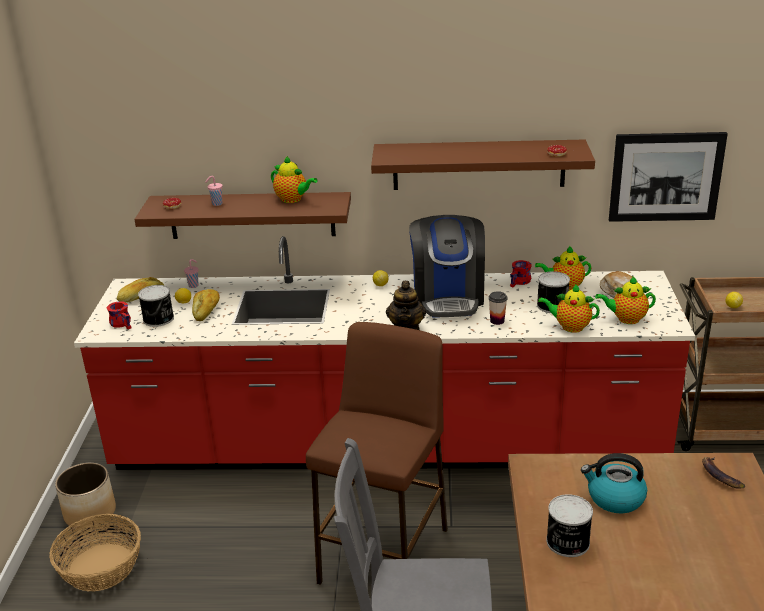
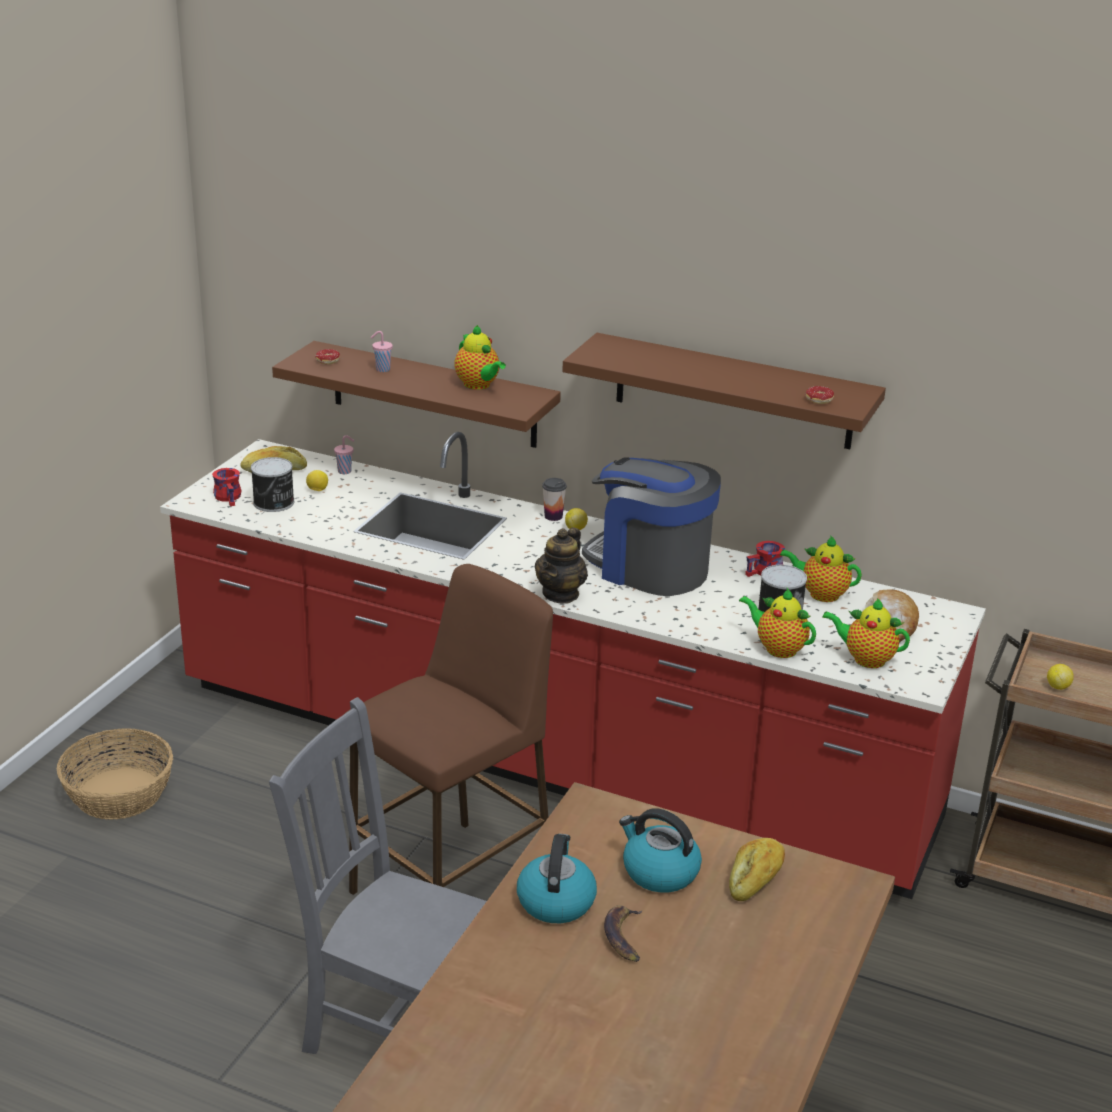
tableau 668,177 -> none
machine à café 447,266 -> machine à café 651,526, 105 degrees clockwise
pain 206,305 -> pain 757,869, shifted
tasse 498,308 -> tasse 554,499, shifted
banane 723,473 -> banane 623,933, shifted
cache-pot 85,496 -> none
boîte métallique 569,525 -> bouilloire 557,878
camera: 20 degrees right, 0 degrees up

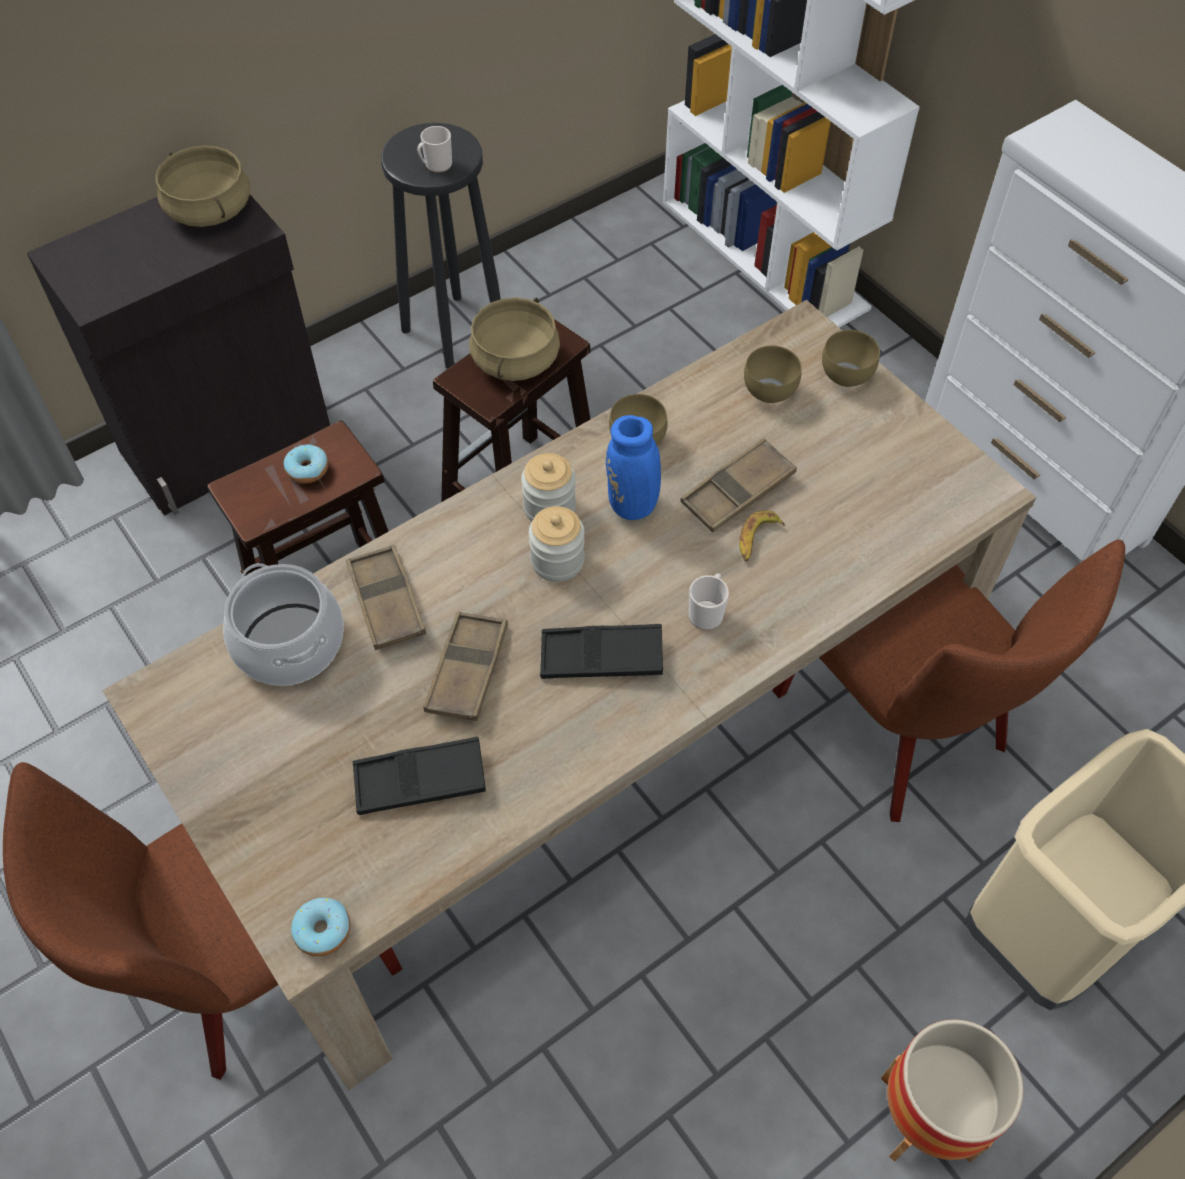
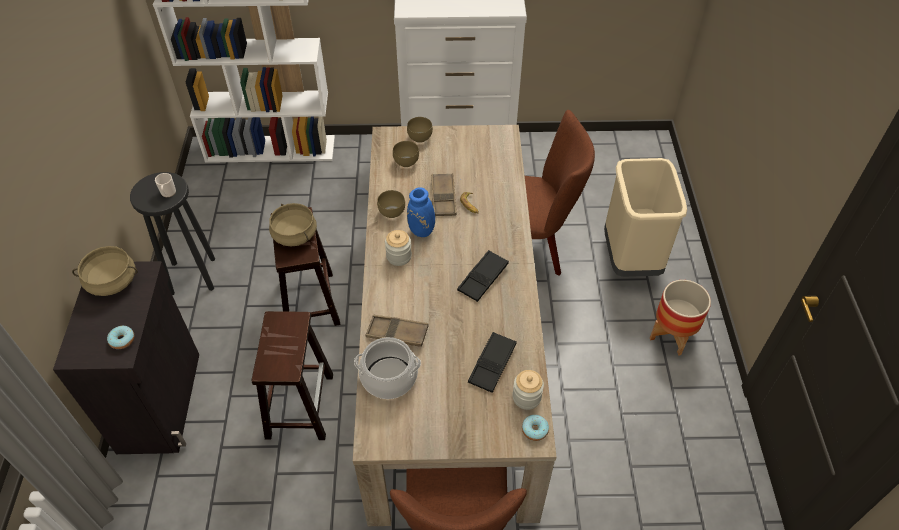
beignet 306,463 -> beignet 120,337, shifted
bocal 557,544 -> bocal 528,390, shifted
mug 709,601 -> none
plateau/marron 465,666 -> none
camera: 55 degrees left, 5 degrees down

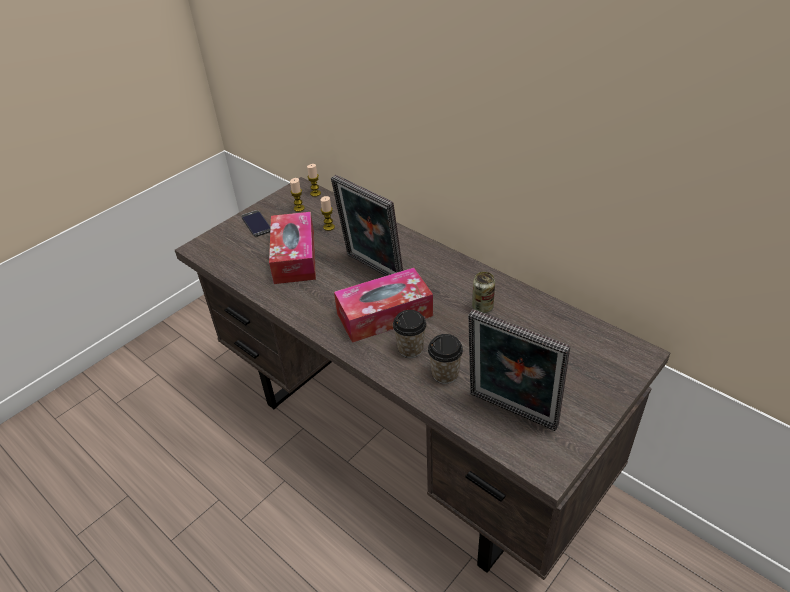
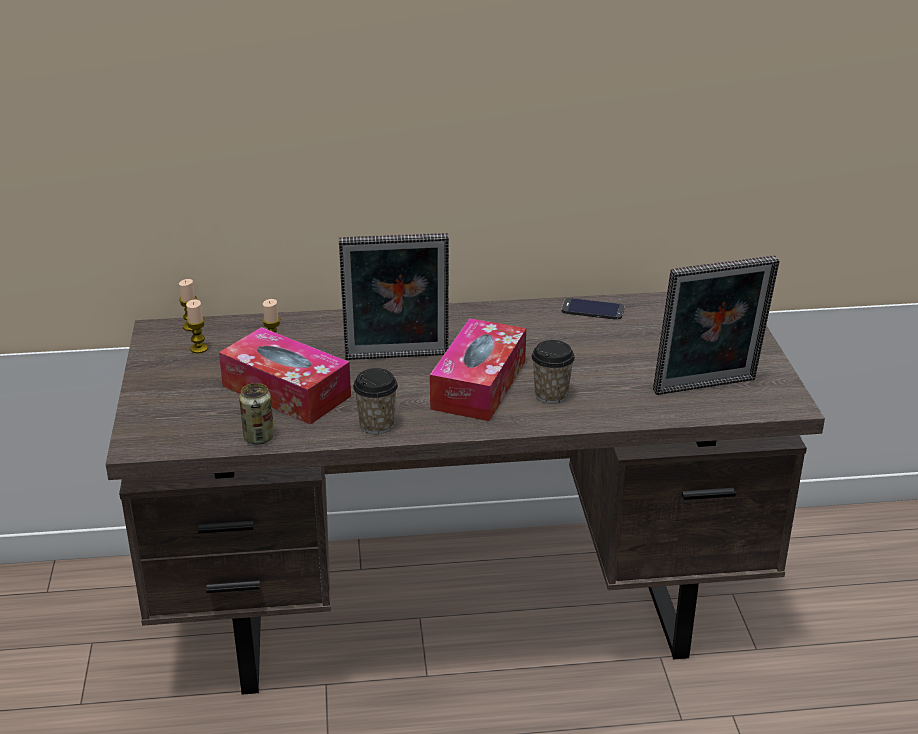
téléphone 256,223 -> téléphone 592,309, shifted
boîte métallique 483,292 -> boîte métallique 256,414, shifted
tasse 445,359 -> tasse 375,401, shifted
camera: 50 degrees left, 10 degrees down

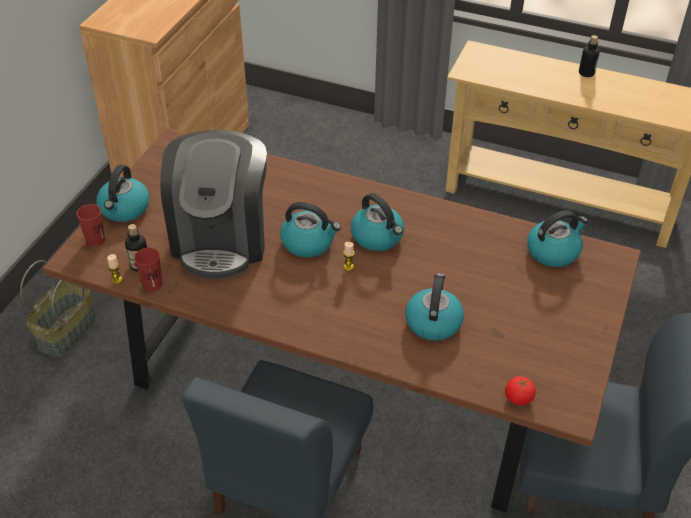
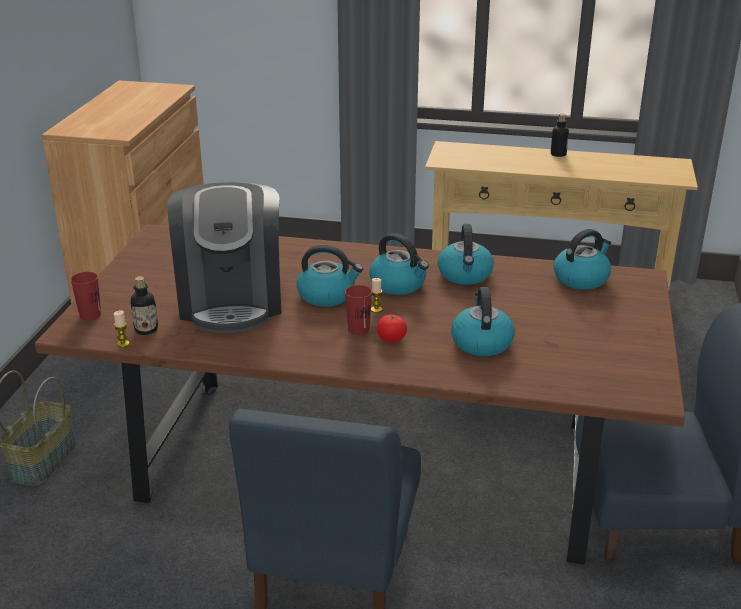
bouilloire 123,193 -> bouilloire 466,254, shifted
tasse/rouge 148,270 -> tasse/rouge 358,310, shifted
tomate 520,390 -> tomate 392,328, shifted
camera: 10 degrees left, 15 degrees down

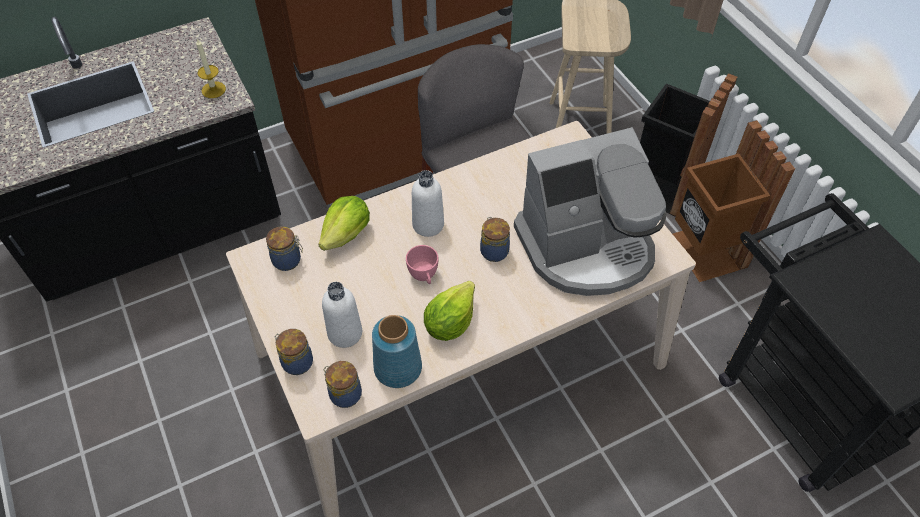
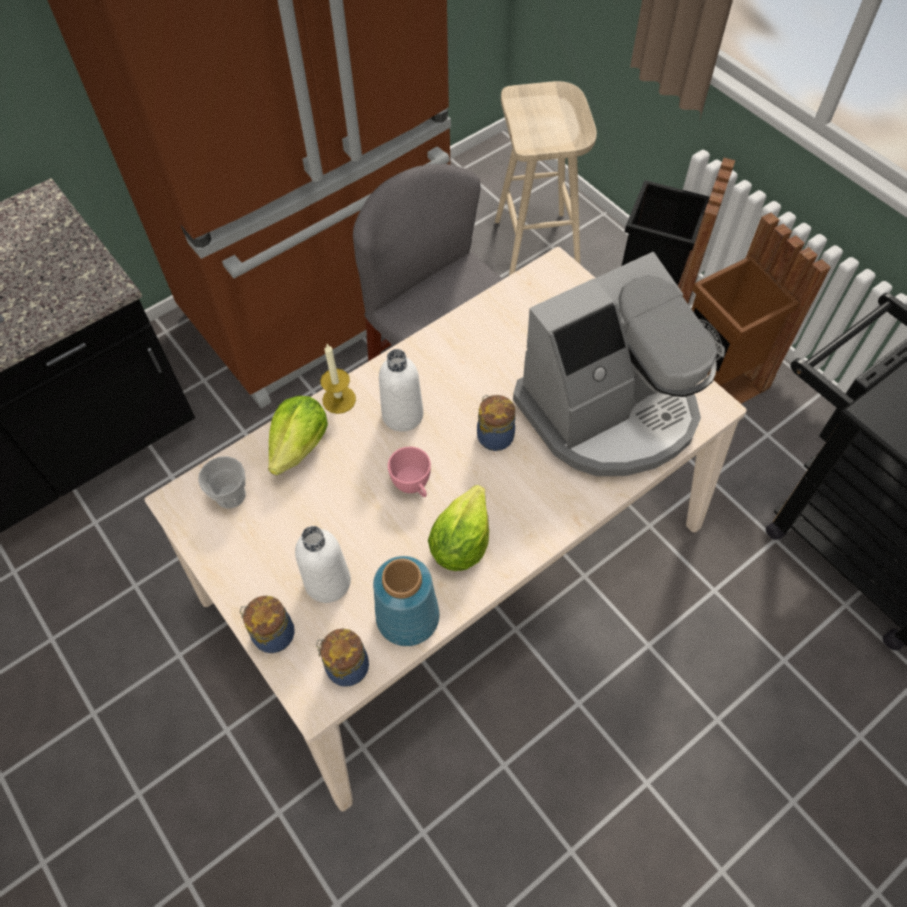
bougie 211,68 -> bougie 338,379, shifted
bocal 284,248 -> tasse 222,482
camera: 10 degrees left, 5 degrees up

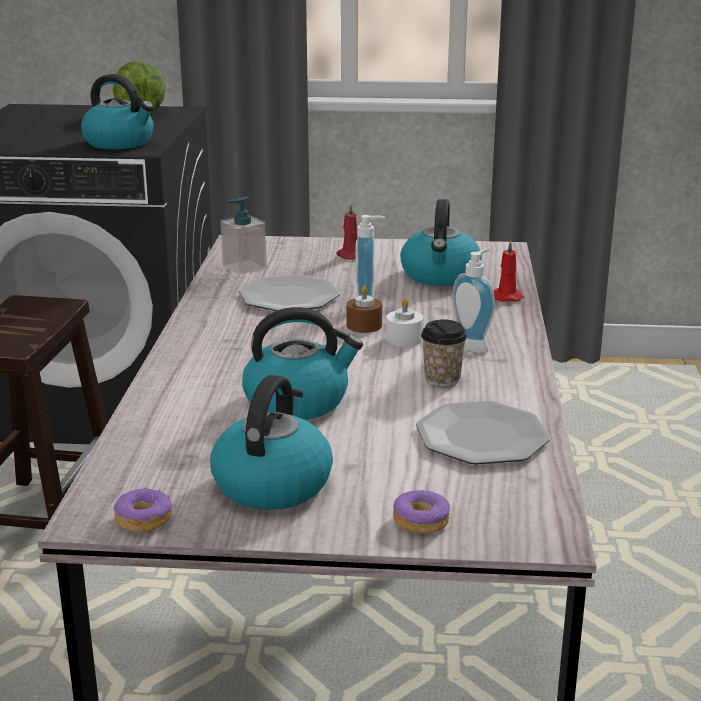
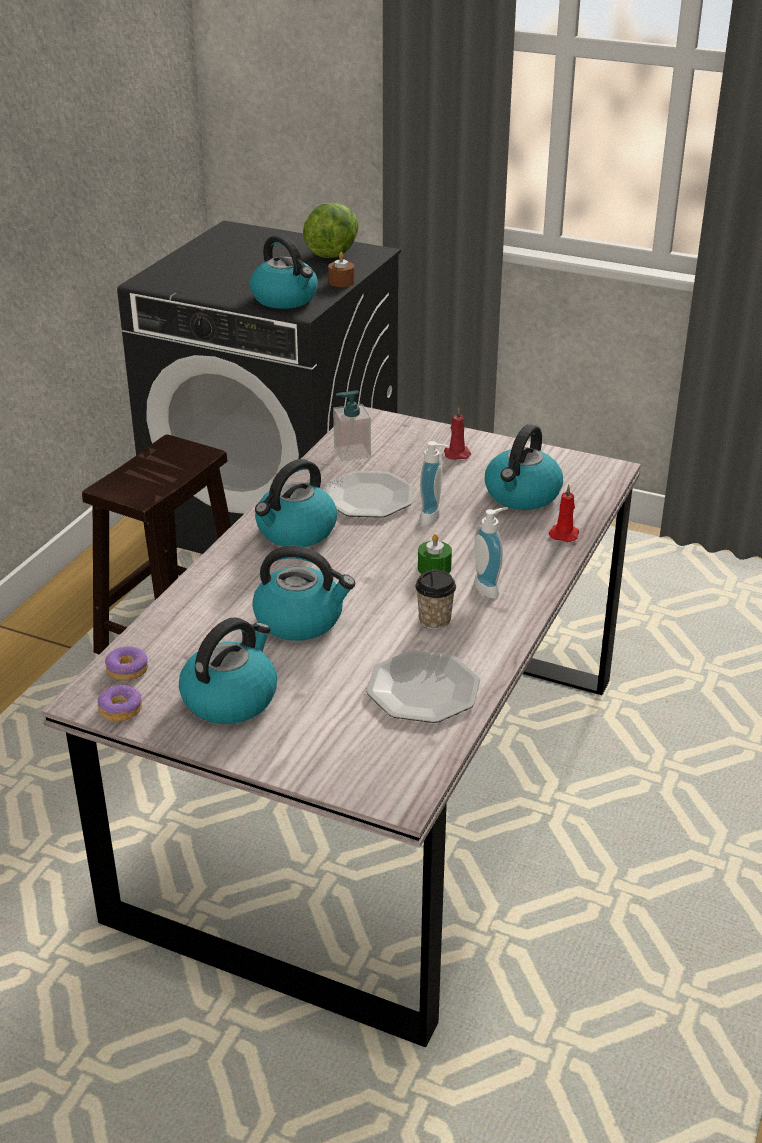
bougie/marron 364,309 -> bougie/marron 341,269, shifted
bougie/blanc 404,322 -> bougie/vert 435,554
beignet 421,511 -> beignet 126,663, shifted
none -> bouilloire 296,503
camera: 20 degrees right, 10 degrees up

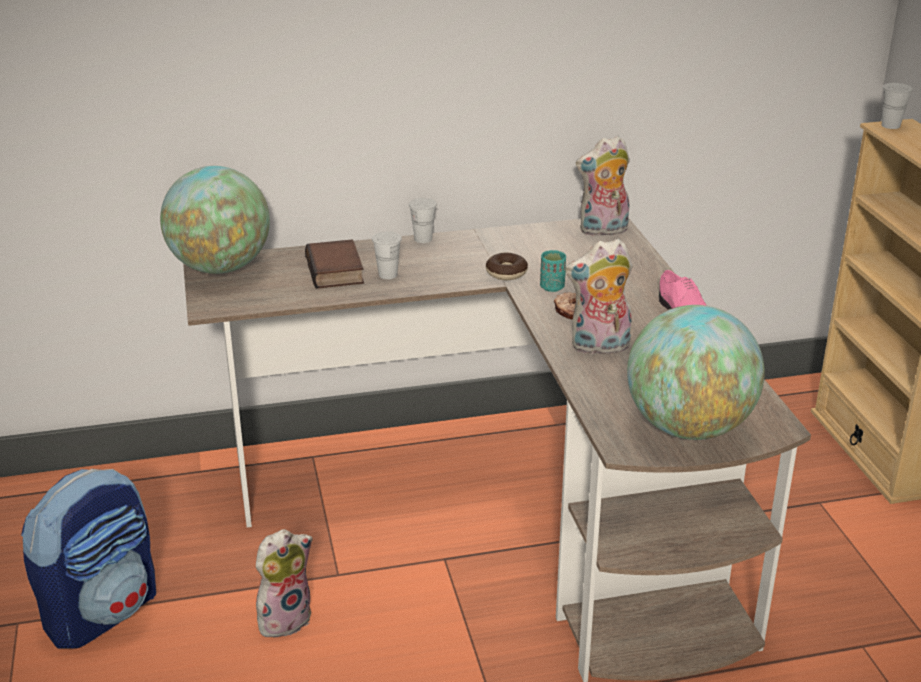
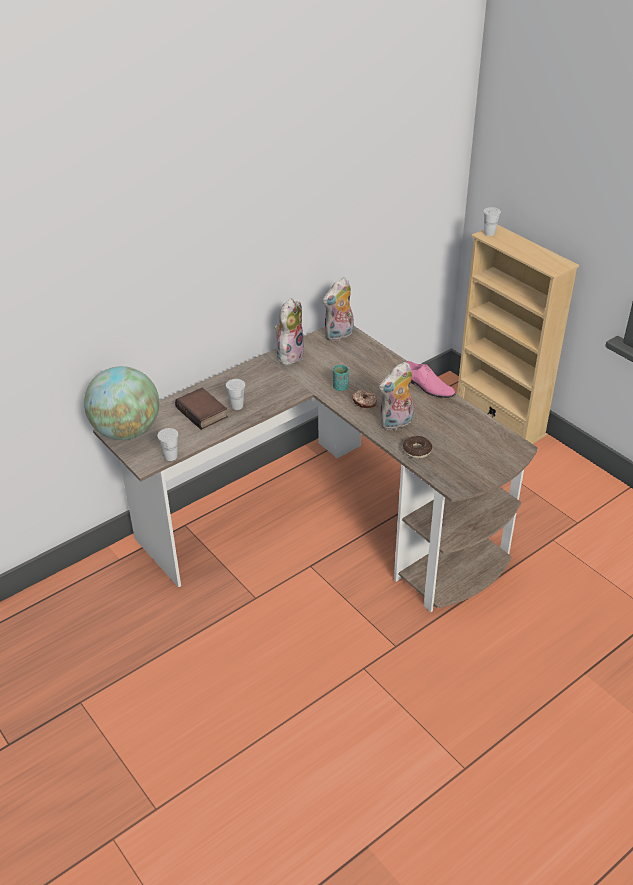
tasse/blanc 423,220 -> tasse/blanc 167,444, shifted
beignet 507,266 -> beignet 417,447, shifted
globe 696,372 -> none
sac à dos 88,559 -> none
peluche 284,583 -> peluche 290,332, shifted
camera: 25 degrees left, 10 degrees up

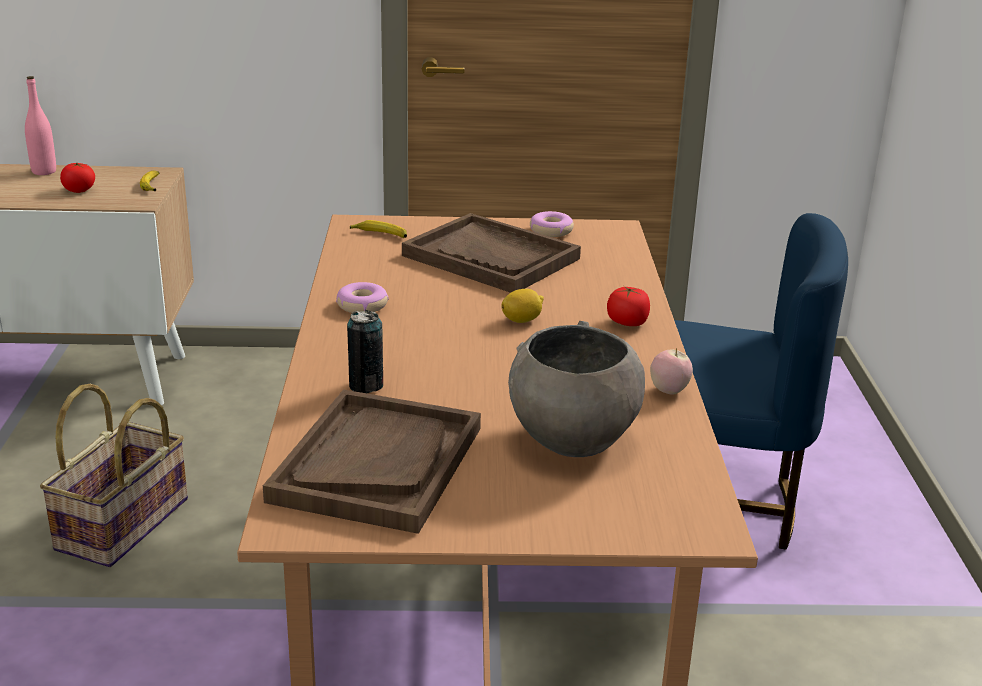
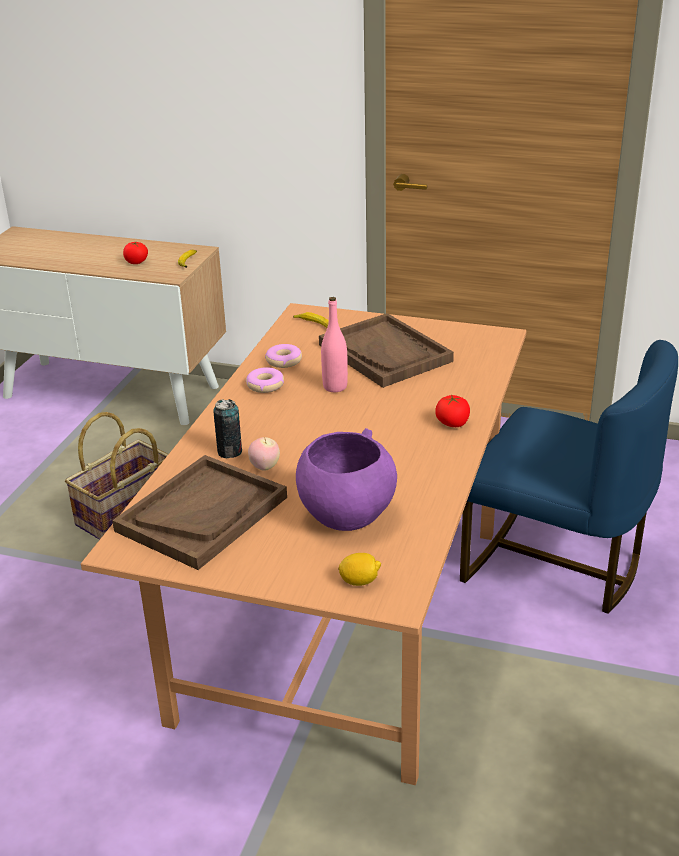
bouteille/rose 40,125 -> bouteille/rose 334,344, shifted
beignet 552,224 -> beignet 283,356, shifted
citron 522,306 -> citron 359,569, shifted
bol/gris 576,389 -> bol/violet 346,479
pomme 671,371 -> pomme 264,454, shifted
camera: 20 degrees right, 5 degrees up

